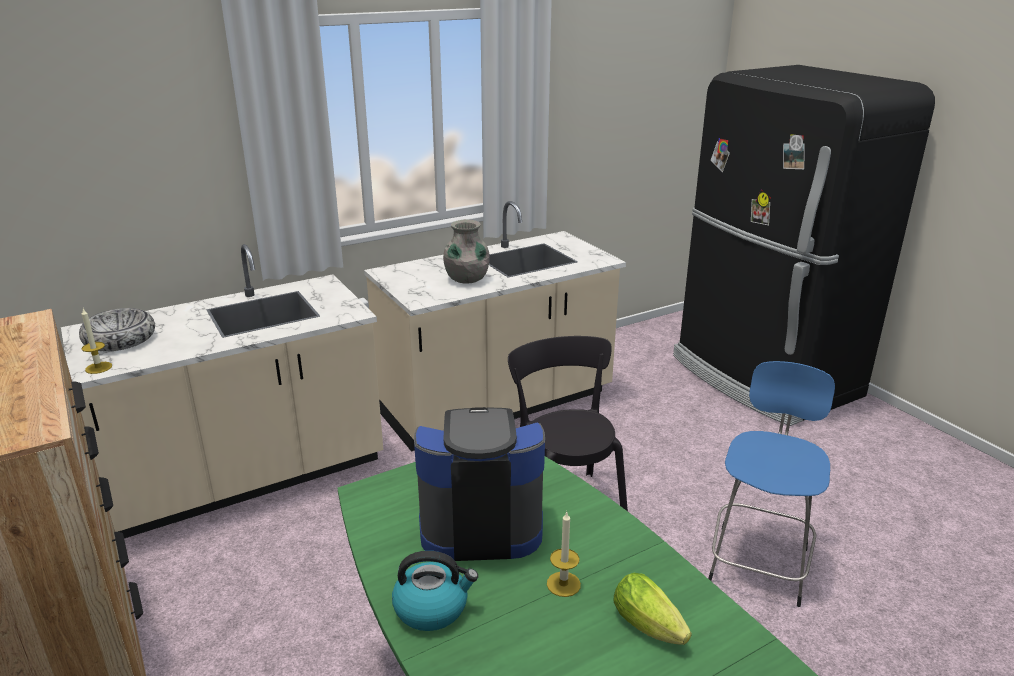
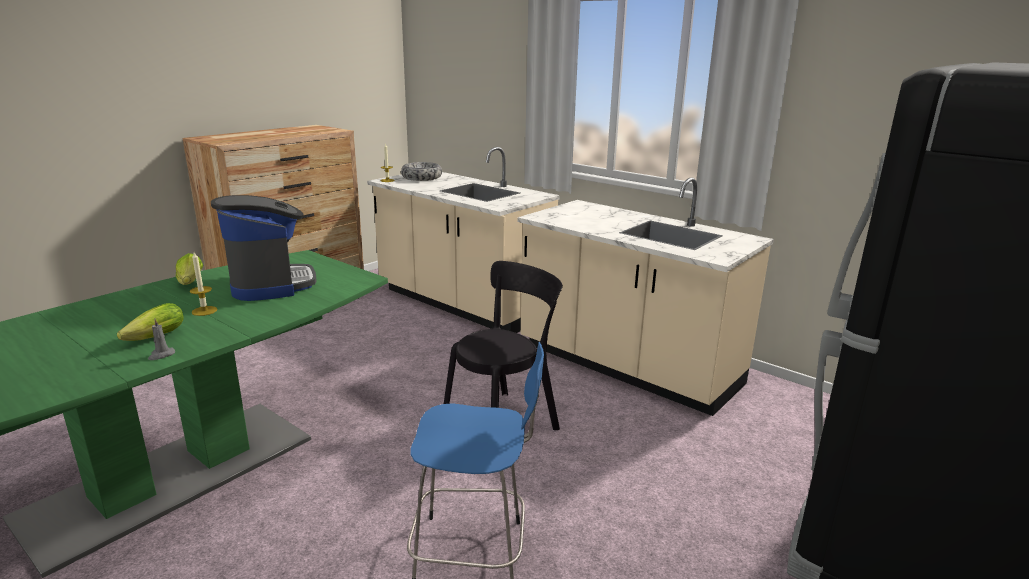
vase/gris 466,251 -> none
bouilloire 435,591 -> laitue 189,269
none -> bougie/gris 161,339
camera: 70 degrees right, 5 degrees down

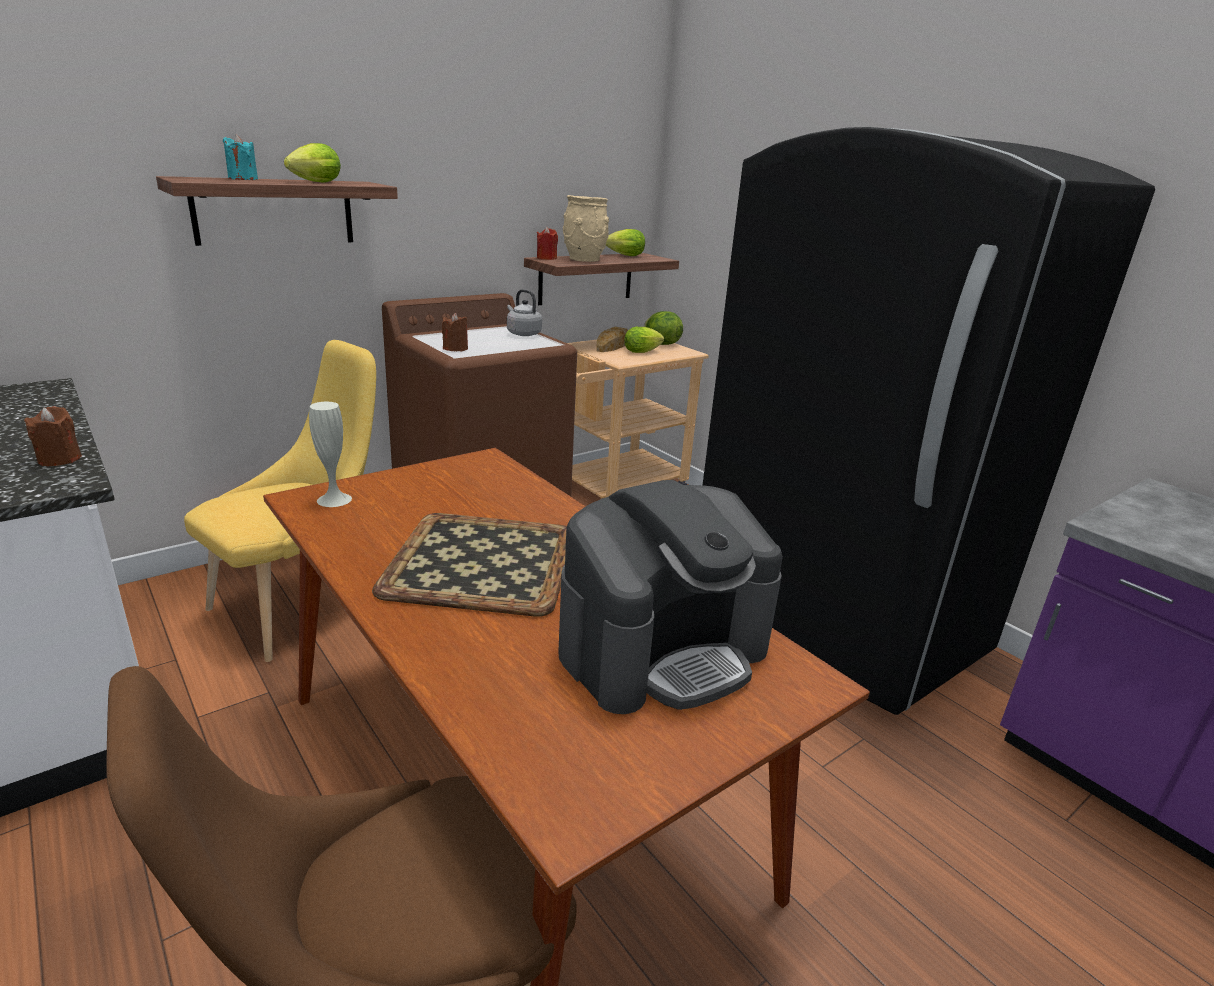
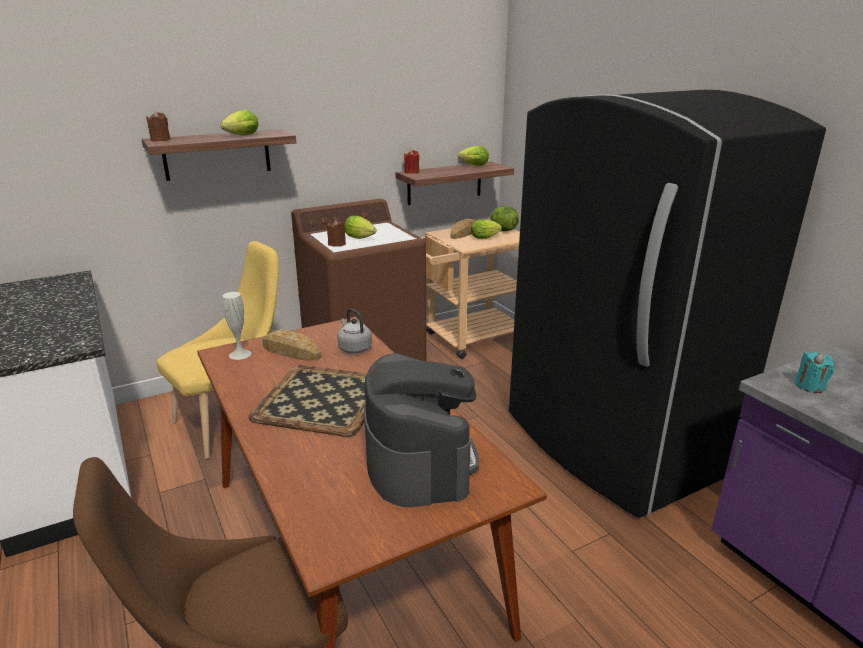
bougie/turquoise 240,157 -> bougie/turquoise 814,372, shifted
vase/beige 586,228 -> none
bouilloire/gris 524,312 -> bouilloire/gris 354,331, shifted
bougie/marron 53,436 -> bougie/marron 158,126, shifted
machine à café 670,597 -> machine à café 421,430, 75 degrees counterclockwise
none -> laitue 361,227
none -> pain 292,345
camera: 10 degrees right, 0 degrees up

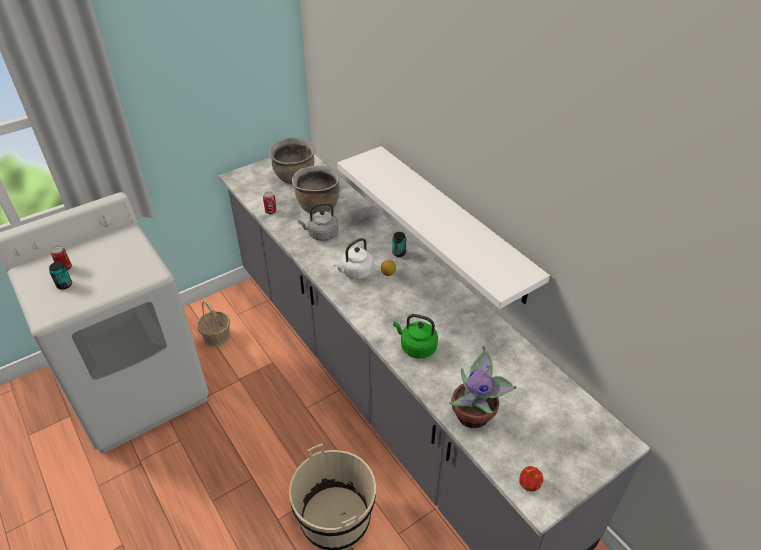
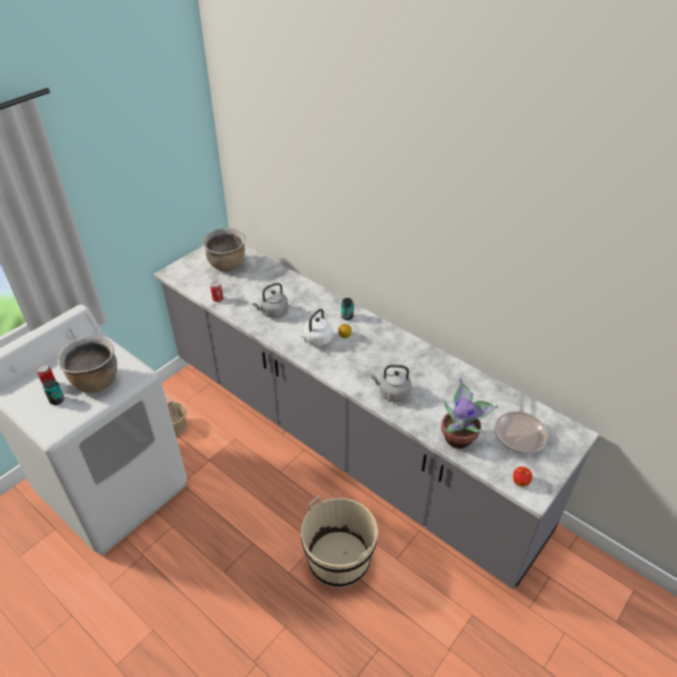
étagère/blanc 443,227 -> none
marmite/marron 316,190 -> marmite/marron 87,364, shifted
bouilloire/vert 415,336 -> bouilloire/gris 391,383
none -> poêle 521,422
camera: 15 degrees left, 0 degrees up

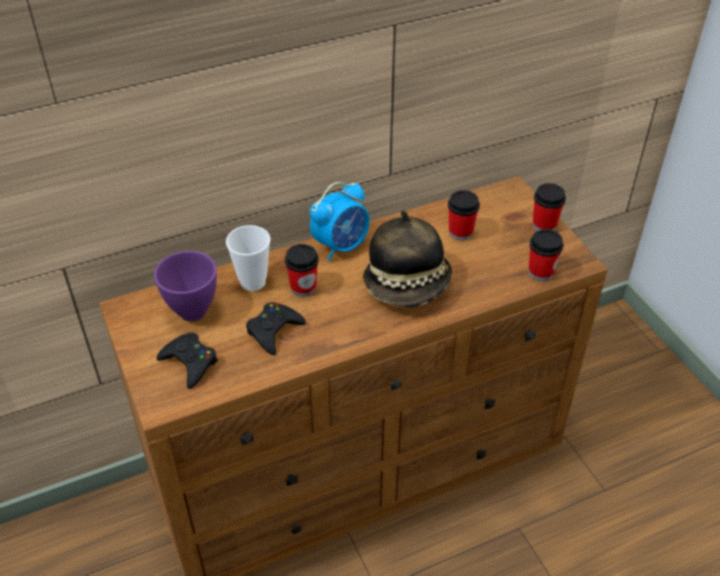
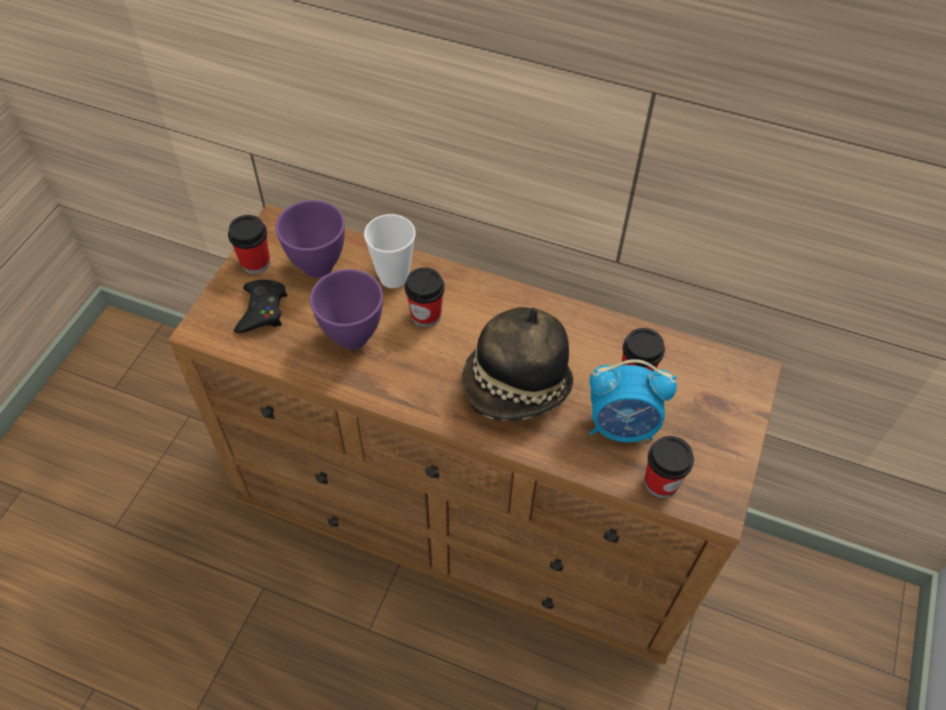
réveil 339,221 -> réveil 633,400, shifted
tasse 549,207 -> tasse 249,244, shifted
manette/noir 276,328 -> bol/violet 346,309
camera: 45 degrees right, 10 degrees up

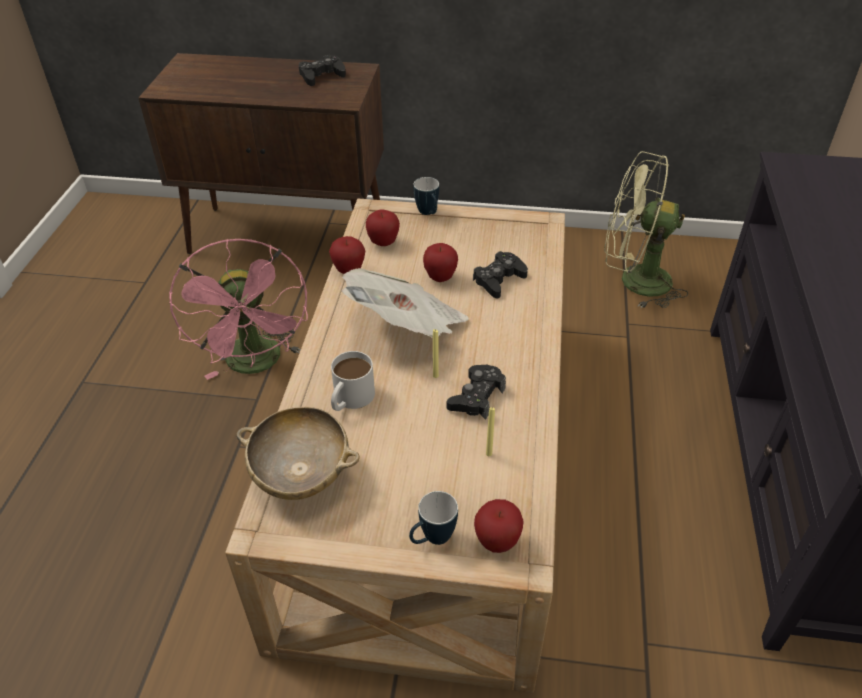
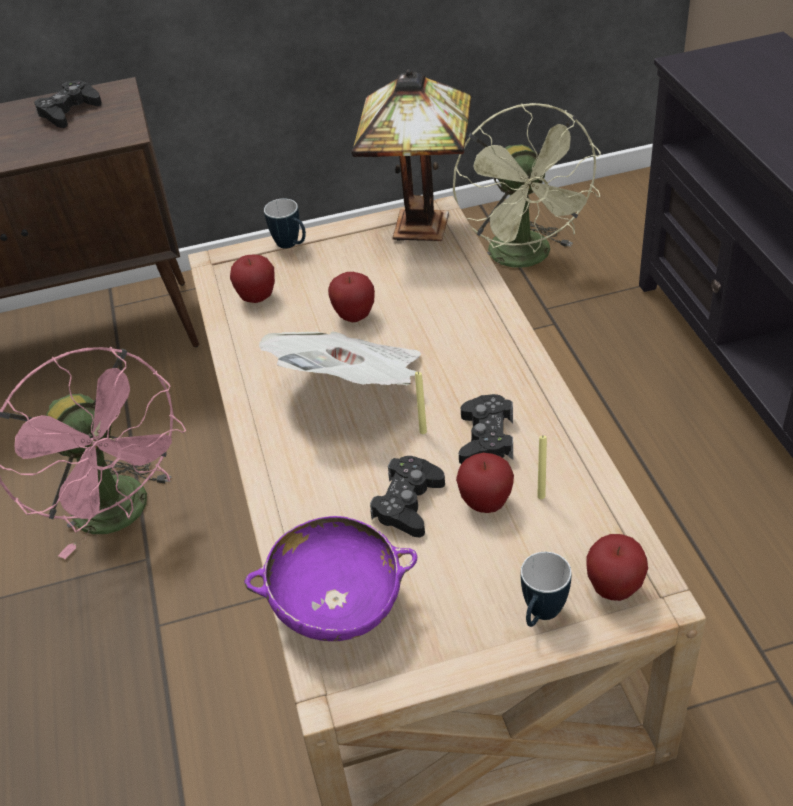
ventilateur/vert 646,230 -> ventilateur/vert 527,185, 90 degrees counterclockwise
pomme 347,255 -> pomme 485,483, shifted
manette/noir 500,275 -> manette/noir 407,496, shifted
mug/blanc 353,381 -> none
bol/beige 298,453 -> bol/violet 330,578
none -> lampe de table 411,155
camera: 20 degrees left, 0 degrees up

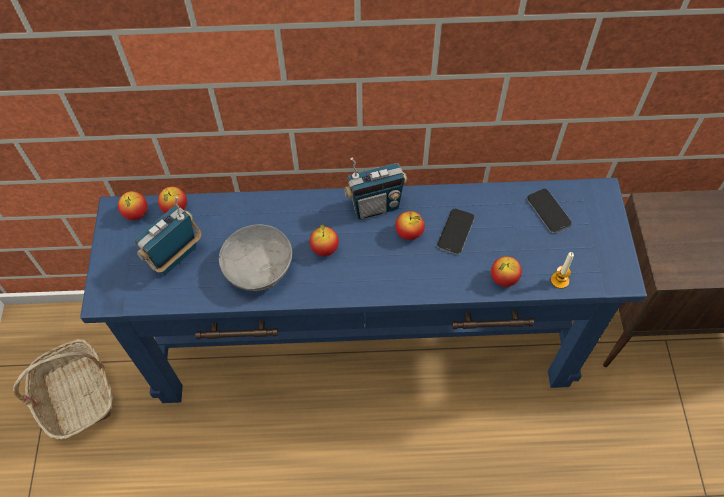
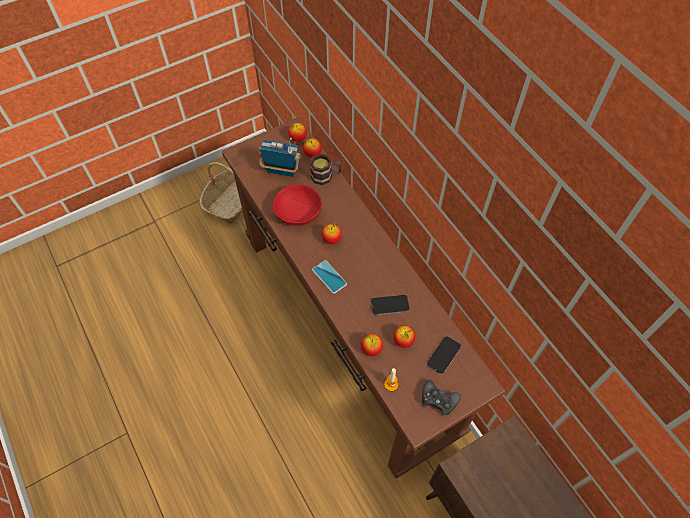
radio 375,188 -> none
table console/bleu 363,290 -> table console/marron 364,297
pomme 410,225 -> pomme 404,336, shifted
bol/gris 255,257 -> bol/rouge 297,205
none -> mug 326,169
none -> téléphone 329,277
none -> manette/noir 441,398
camera: 60 degrees right, 0 degrees up

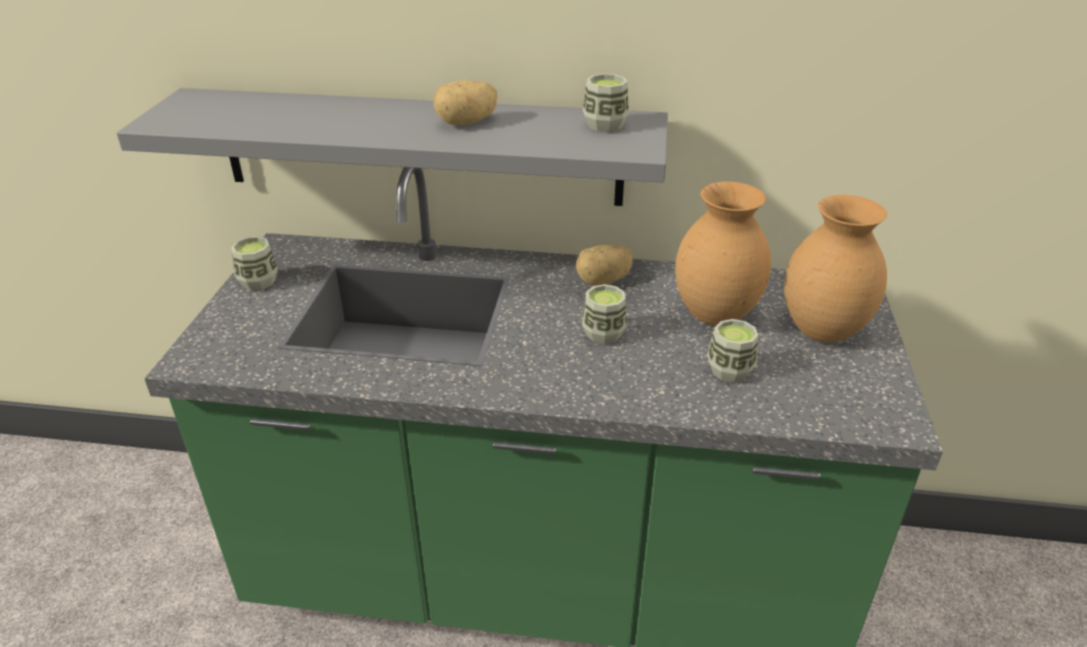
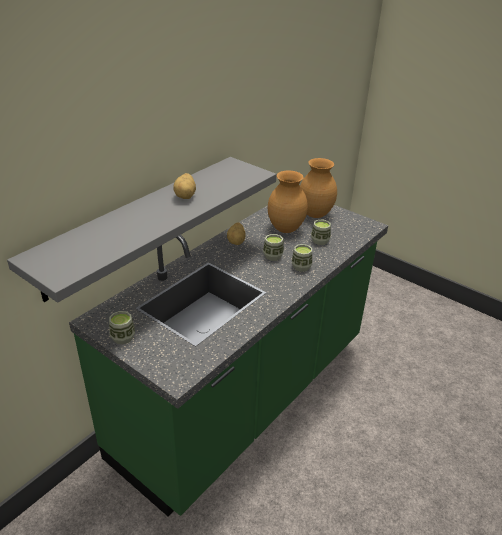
tasse 606,103 -> tasse 302,258, shifted
camera: 60 degrees left, 0 degrees up

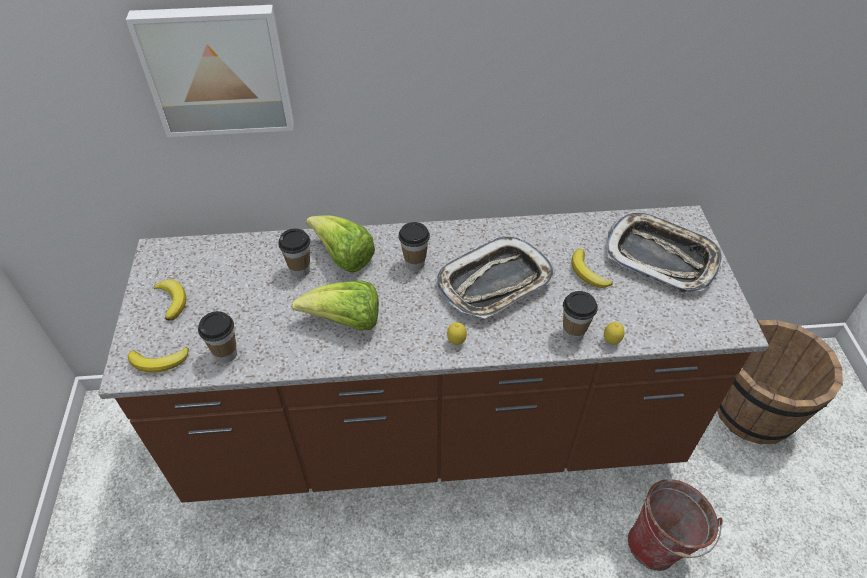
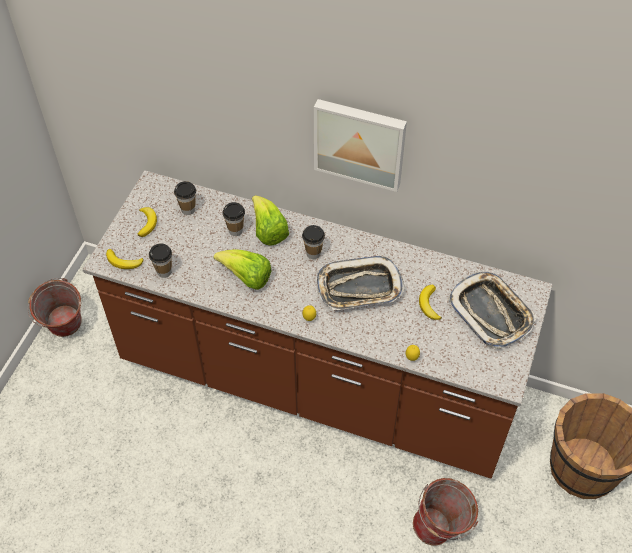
tableau 210,71 -> tableau 360,145, shifted
tasse 580,316 -> tasse 185,198, shifted
none -> seau 54,307
camera: 25 degrees right, 5 degrees up

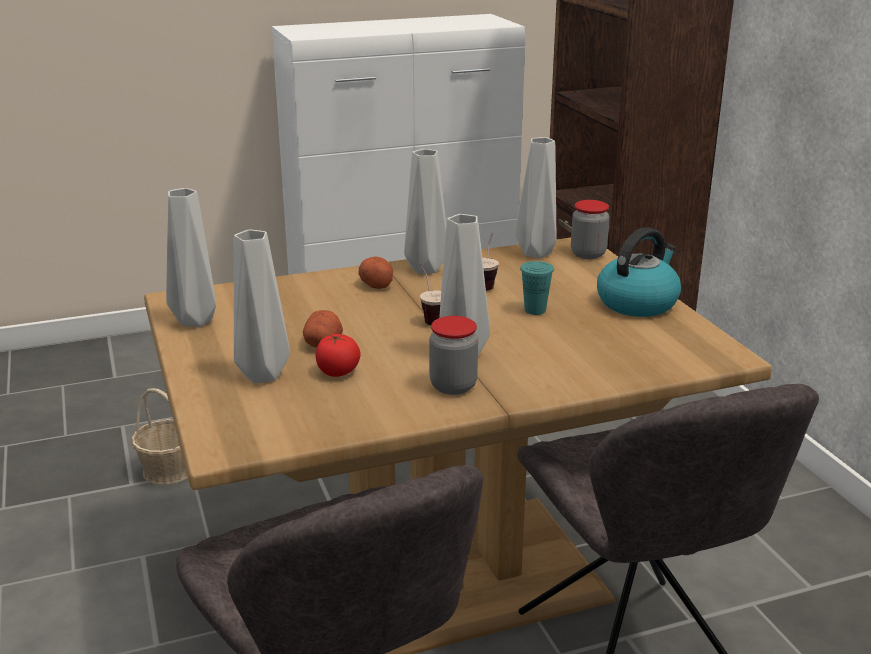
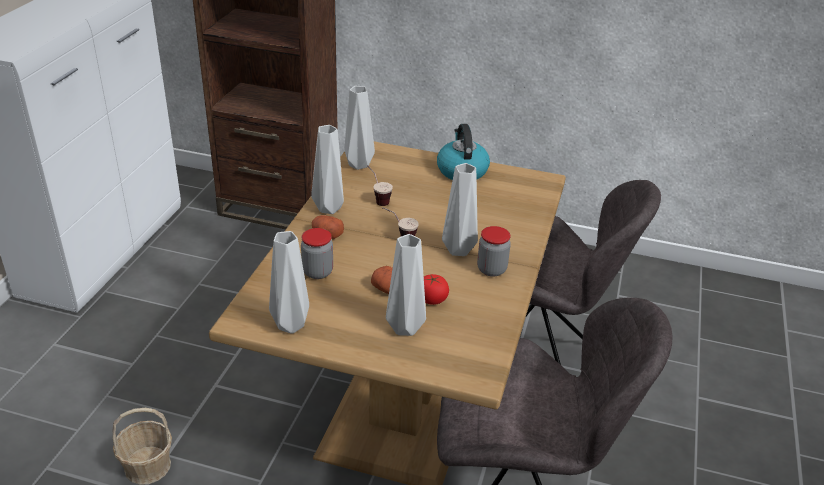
bocal 590,229 -> bocal 317,253, shifted
tasse/turquoise 537,288 -> none
camera: 55 degrees left, 10 degrees up

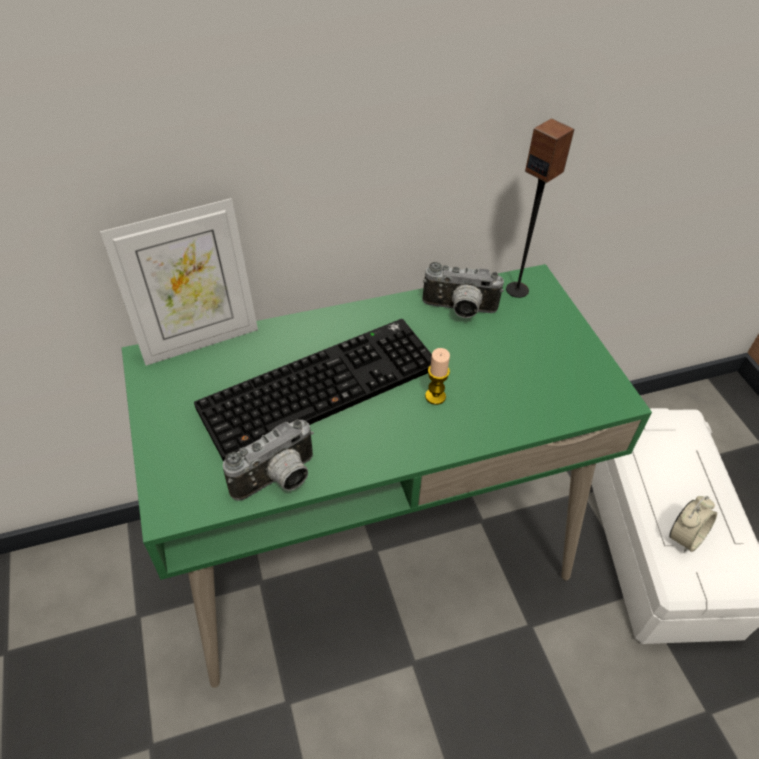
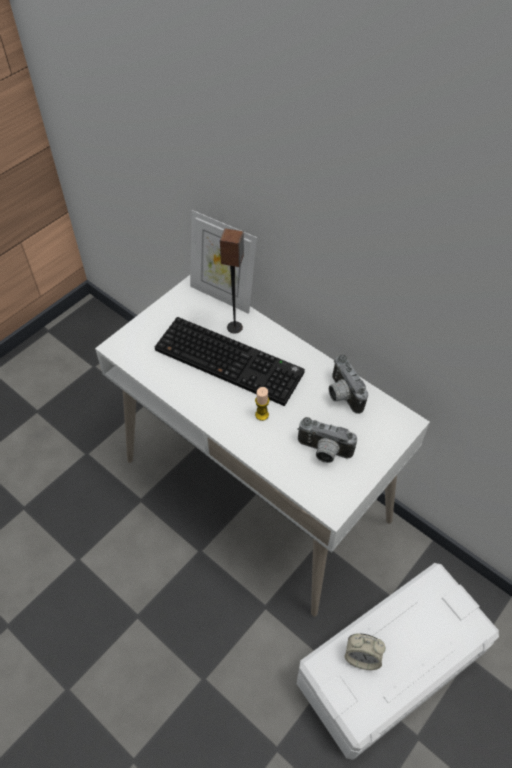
enceinte 540,208 -> enceinte 232,281, shifted
bureau/vert 387,476 -> bureau/blanc 262,445
appareil photo 268,460 -> appareil photo 327,440, shifted
camera: 60 degrees right, 5 degrees up

